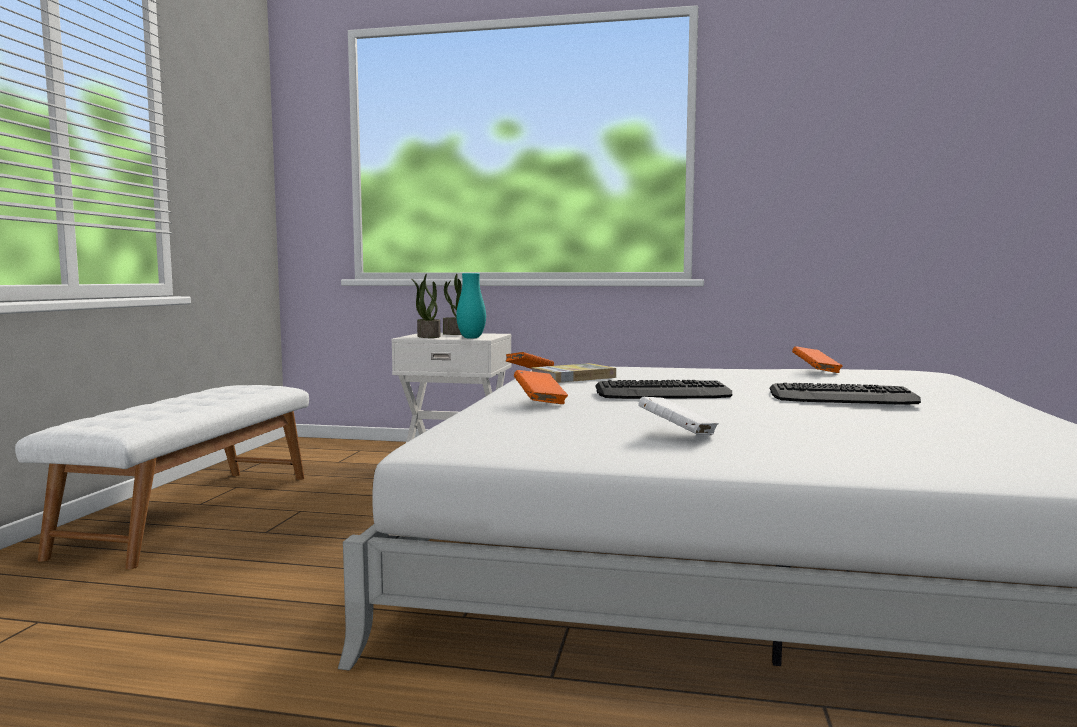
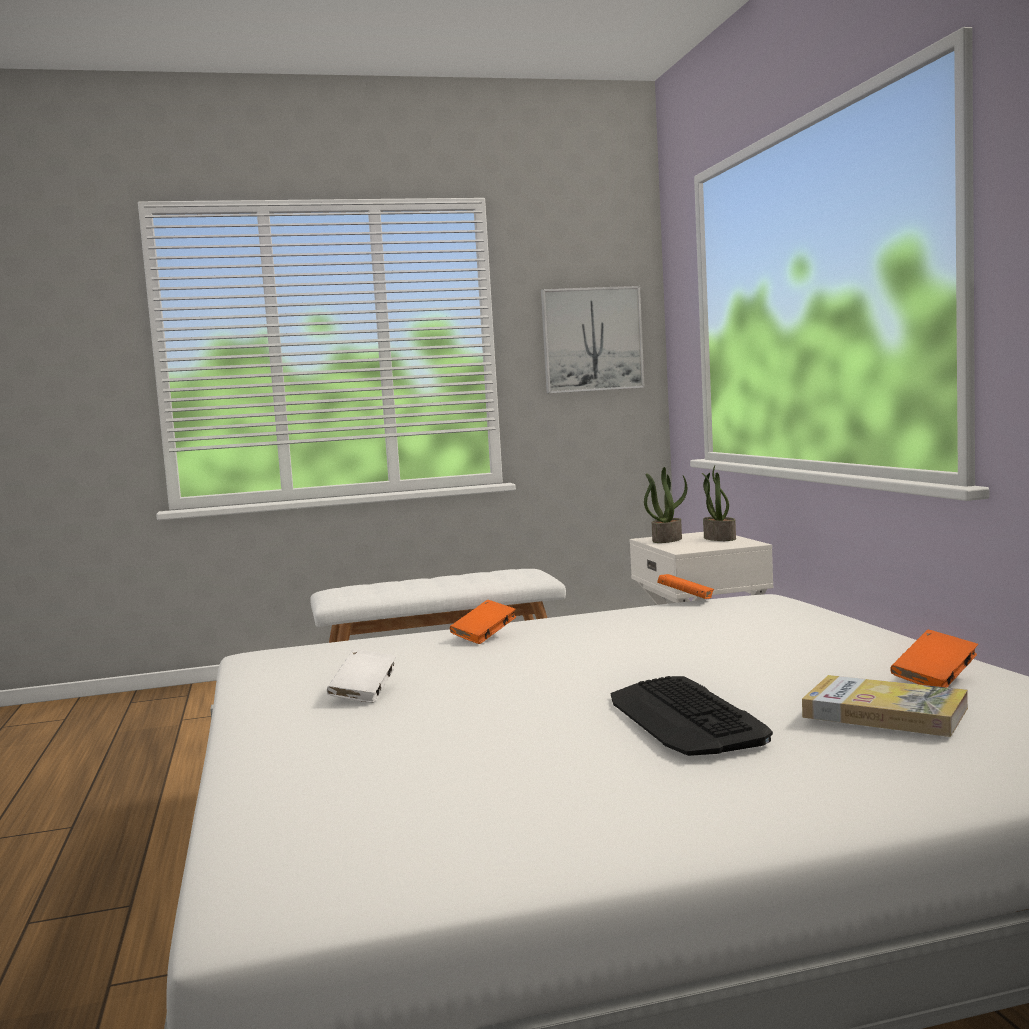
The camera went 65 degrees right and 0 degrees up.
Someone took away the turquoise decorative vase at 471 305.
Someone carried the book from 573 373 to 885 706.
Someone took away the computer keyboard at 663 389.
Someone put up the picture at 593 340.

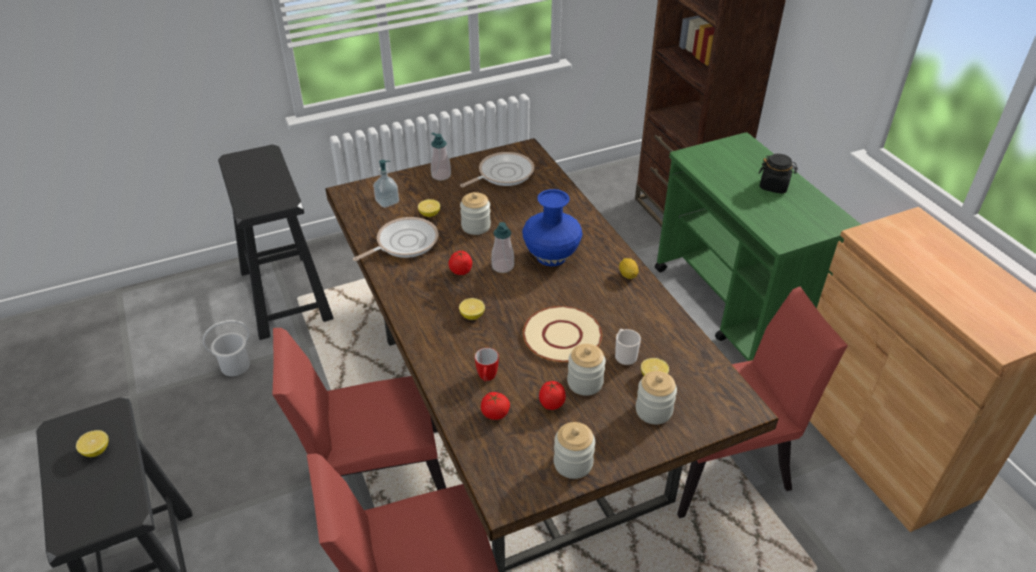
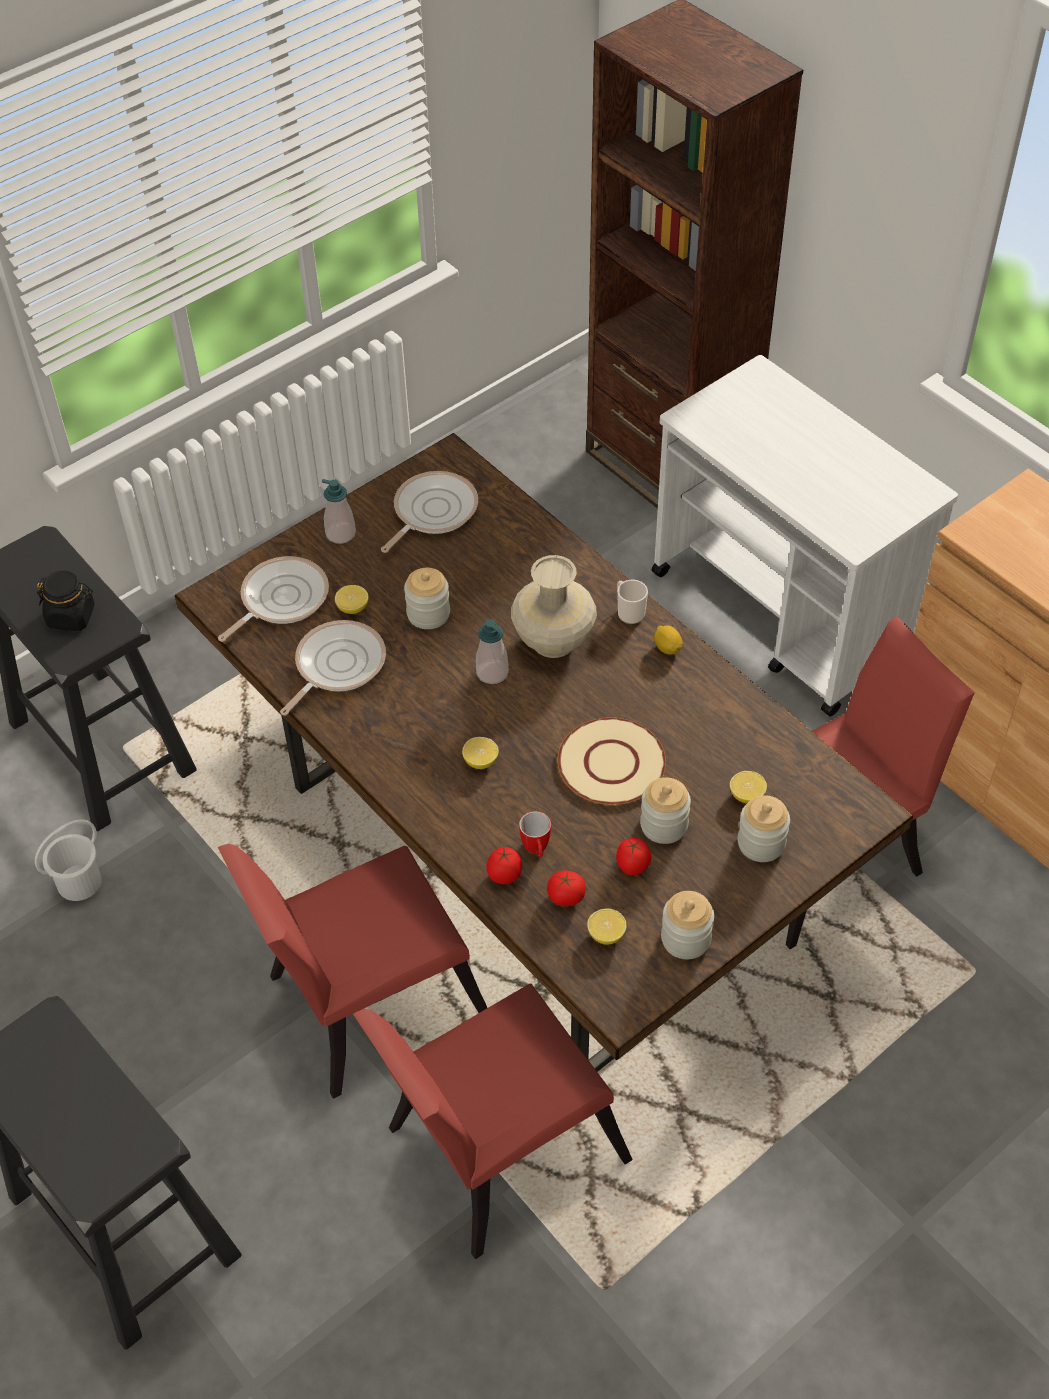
The camera went 15 degrees left and 10 degrees up.
Someone repainted the green cart at 758 246, which became the whitish cart at 804 535.
Someone carried the black jar from 778 174 to 66 601.
Someone swapped the soap bottle at 386 184 for the frying pan at 273 599.
Someone repainted the blue decorative vase at 552 227, which became the beige decorative vase at 554 606.
Someone carried the whole tomato from 460 263 to 504 865.
Someone carried the tea mug from 628 347 to 632 602.
Someone carried the whole lemon from 92 443 to 606 926.

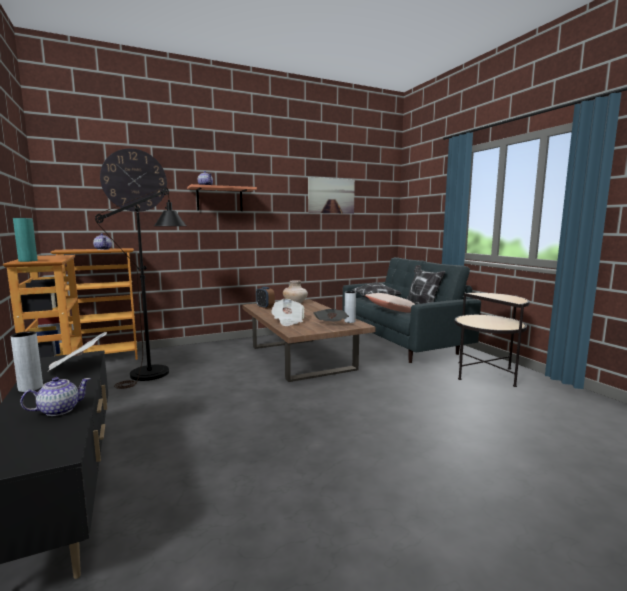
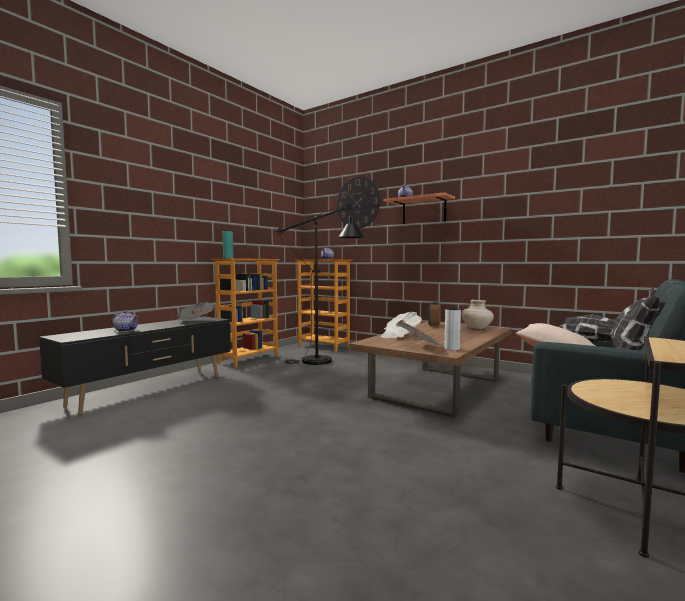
The camera went 60 degrees right and 5 degrees down.
Someone took away the picture at 331 195.
Someone took away the greyish decorative vase at 27 361.

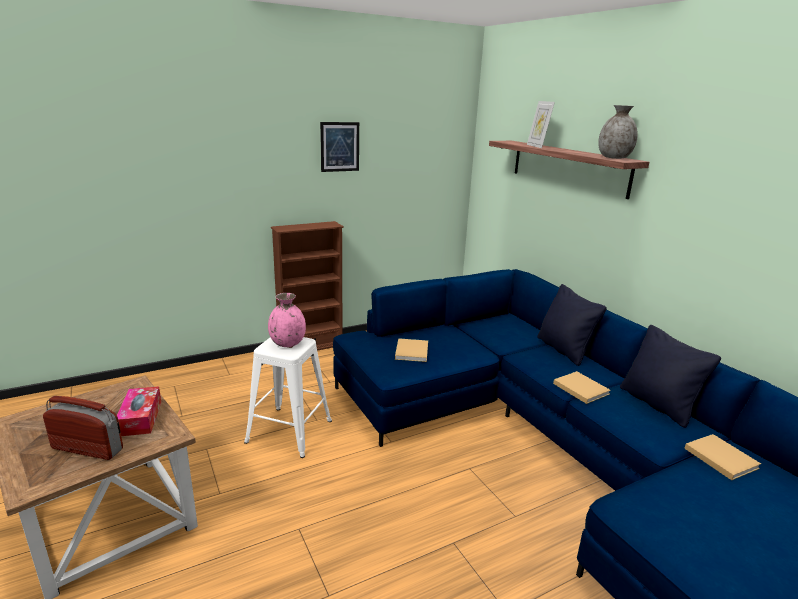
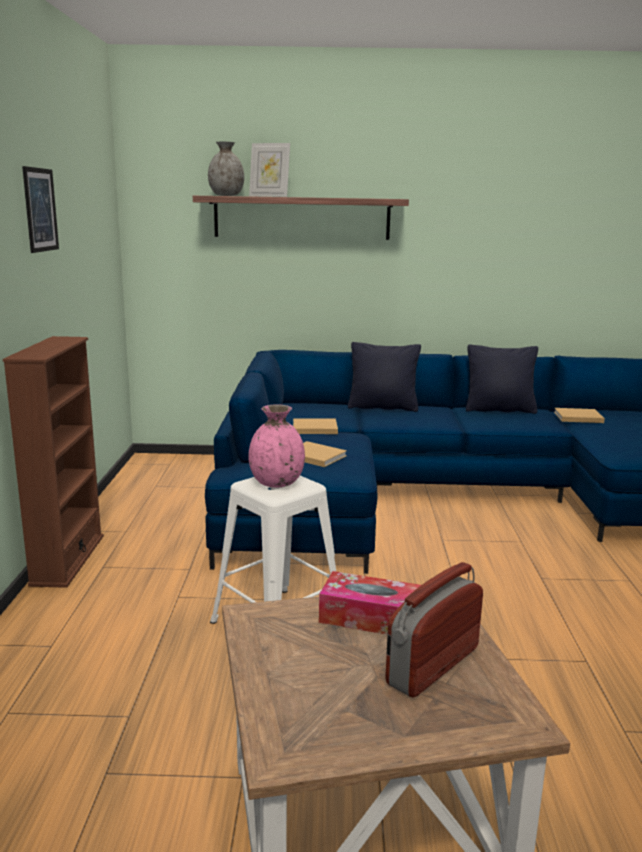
The camera went 60 degrees left and 5 degrees down.
Someone carried the greyish decorative vase from 618 132 to 226 169.
Someone carried the beige book from 582 387 to 315 426.

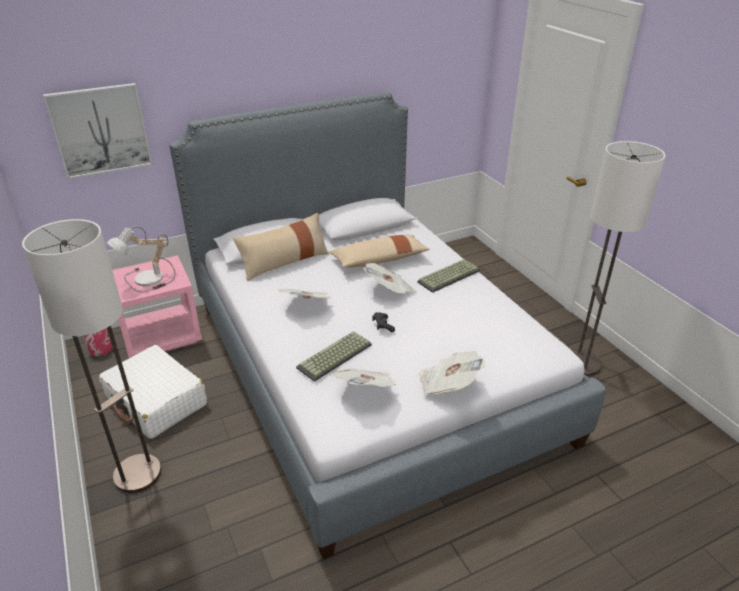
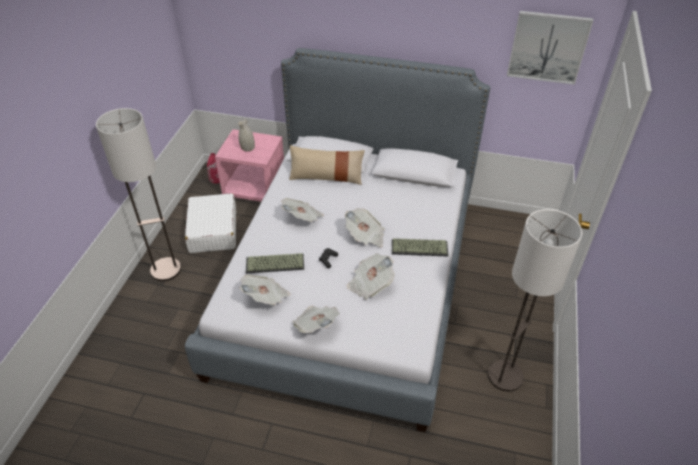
The camera went 40 degrees right and 10 degrees up.
Someone carried the picture from 98 131 to 550 48.
Someone swapped the lamp for a table at 141 259 for the whitish decorative vase at 246 135.
Someone took away the beige cushion at 379 251.
Someone put down the newspaper at 371 276.

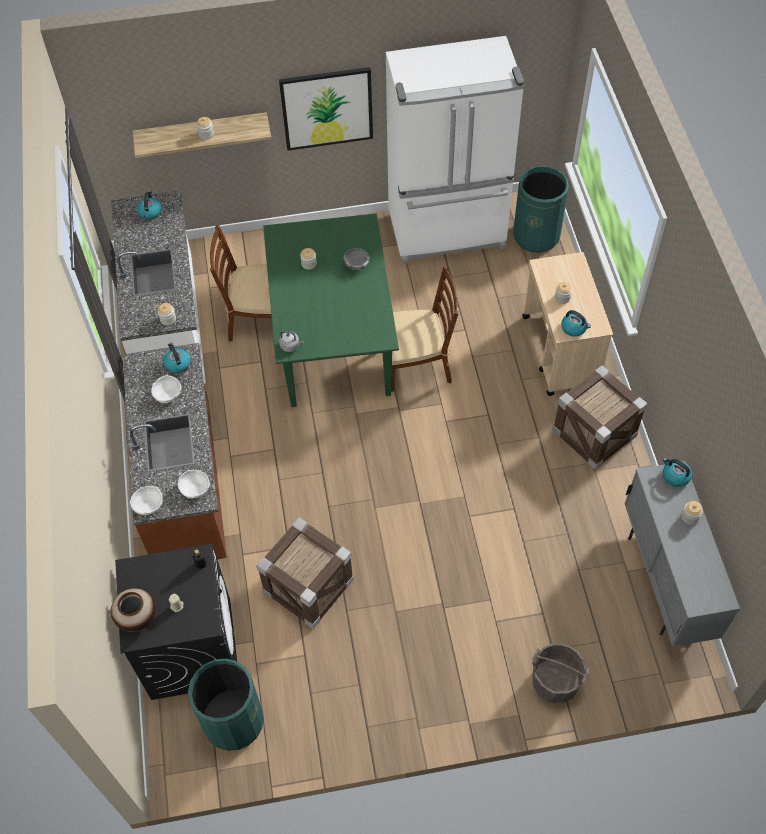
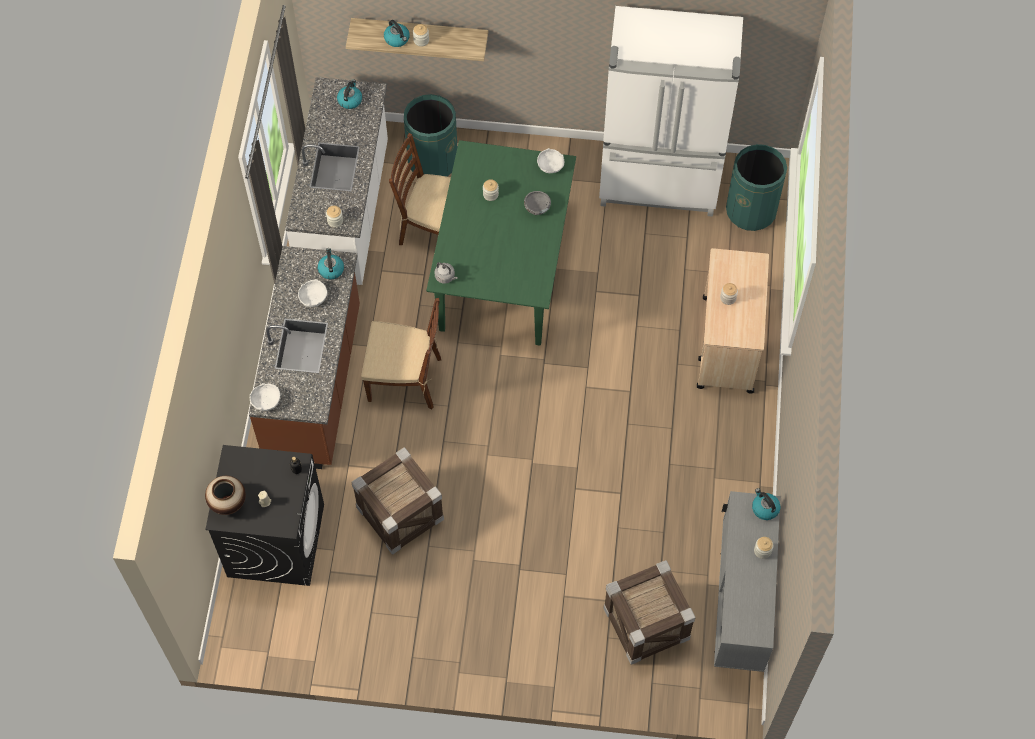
The camera went 15 degrees right and 5 degrees up.
Someone took away the picture at 326 109.
Someone carried the brown-coloured chair from 425 329 to 401 353.
Someone carried the water kettle from 576 323 to 397 33.
Someone carried the packing crate from 599 417 to 649 612.
Someone carried the whitish serving bowl from 194 484 to 550 160.
Someone took away the greyish pail at 560 673.
Someone carried the green trash can from 226 705 to 430 135.

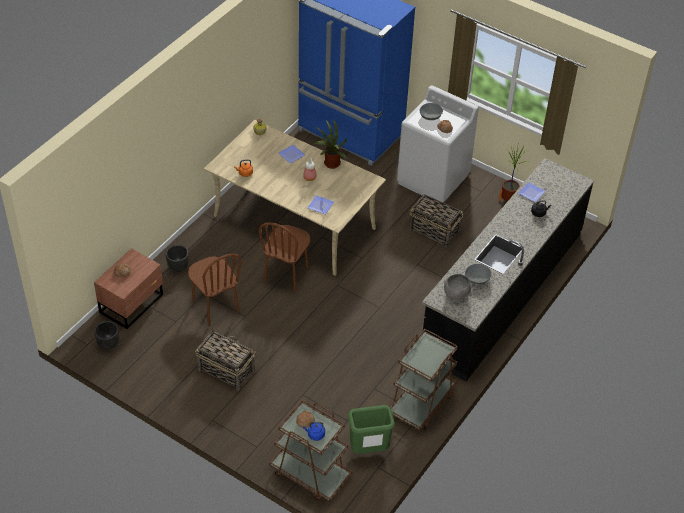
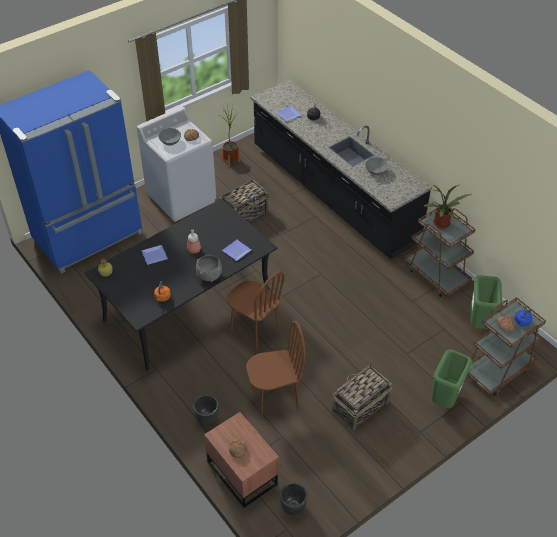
The camera went 70 degrees left and 0 degrees up.
Someone carried the plant in a pot from 331 144 to 448 207.
Someone repainted the beige dining table at 295 198, which became the black dining table at 181 285.
Someone carried the greyish serving bowl from 458 286 to 209 268.
Someone put down the green trash can at 451 378.

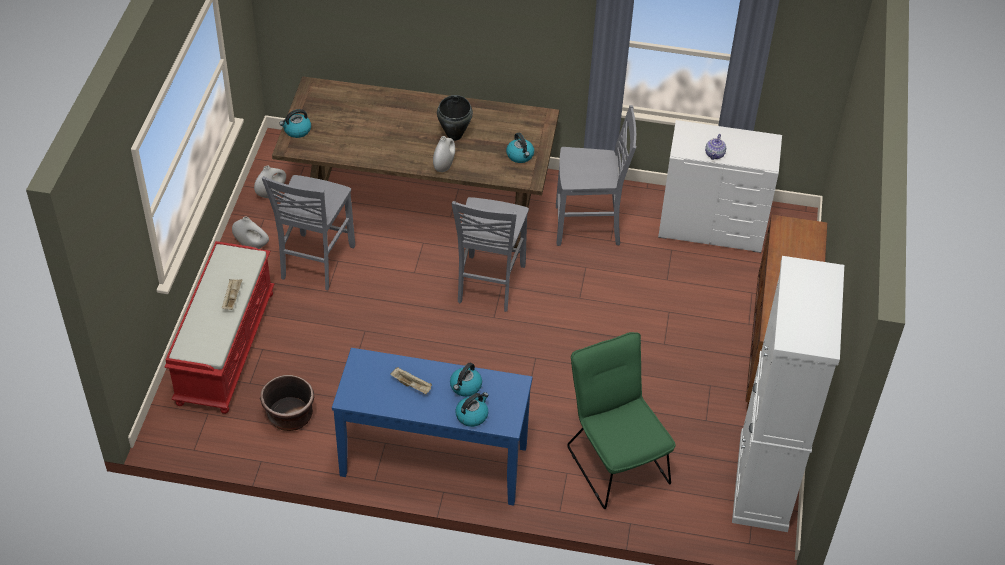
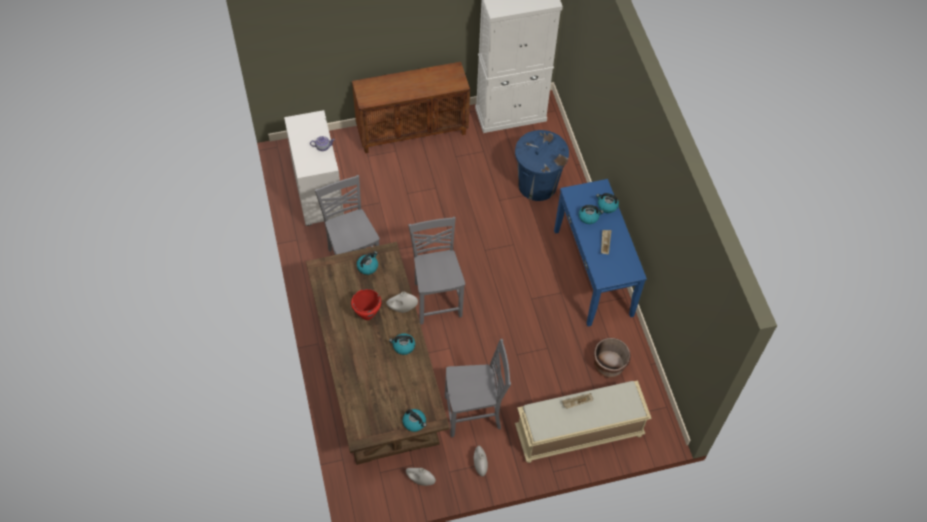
The camera went 115 degrees left and 10 degrees up.
Someone repainted the black saucepot at 455 118, which became the reddish saucepot at 366 304.
Someone rotated the greyish chair at 490 254 by 90 degrees counterclockwise.
Someone repainted the reddish indoor bench at 219 327, which became the beige indoor bench at 583 421.
Someone swapped the green chair at 621 420 for the blue trash can at 542 165.
Someone put down the water kettle at 402 344.

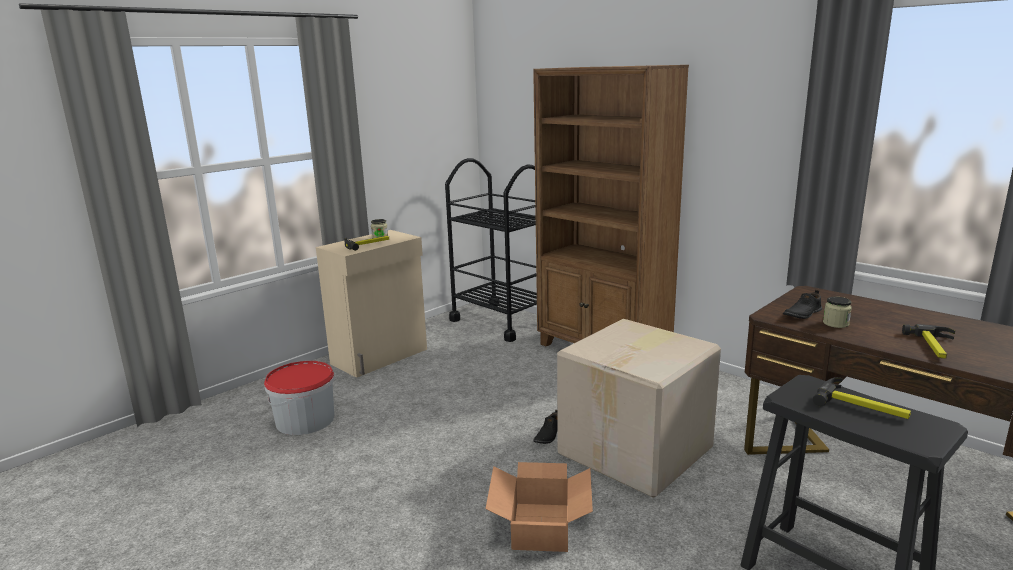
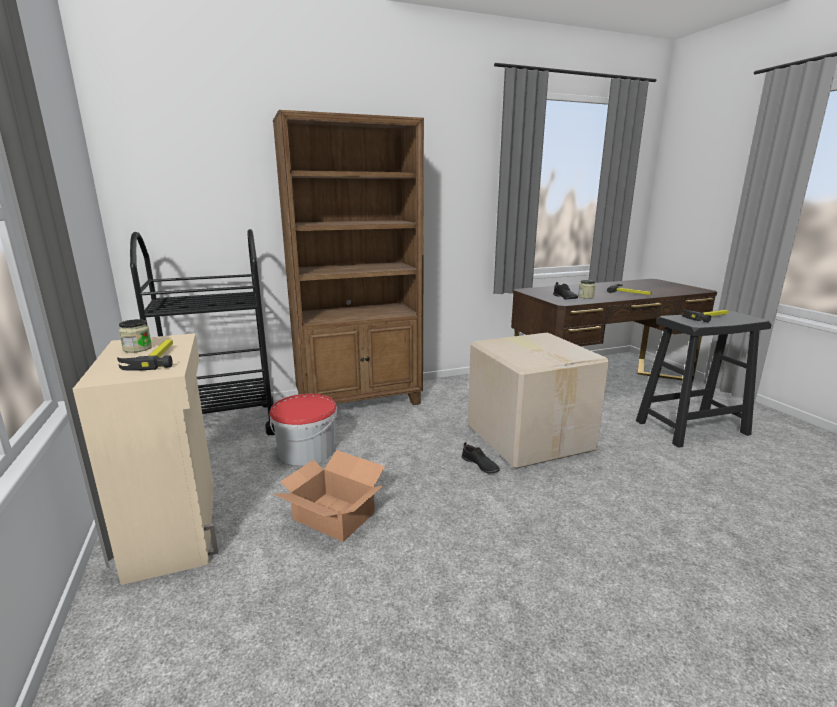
The camera went 65 degrees left and 0 degrees up.
Someone carried the pail from 299 398 to 303 430.
Someone carried the packing box from 539 507 to 329 496.

